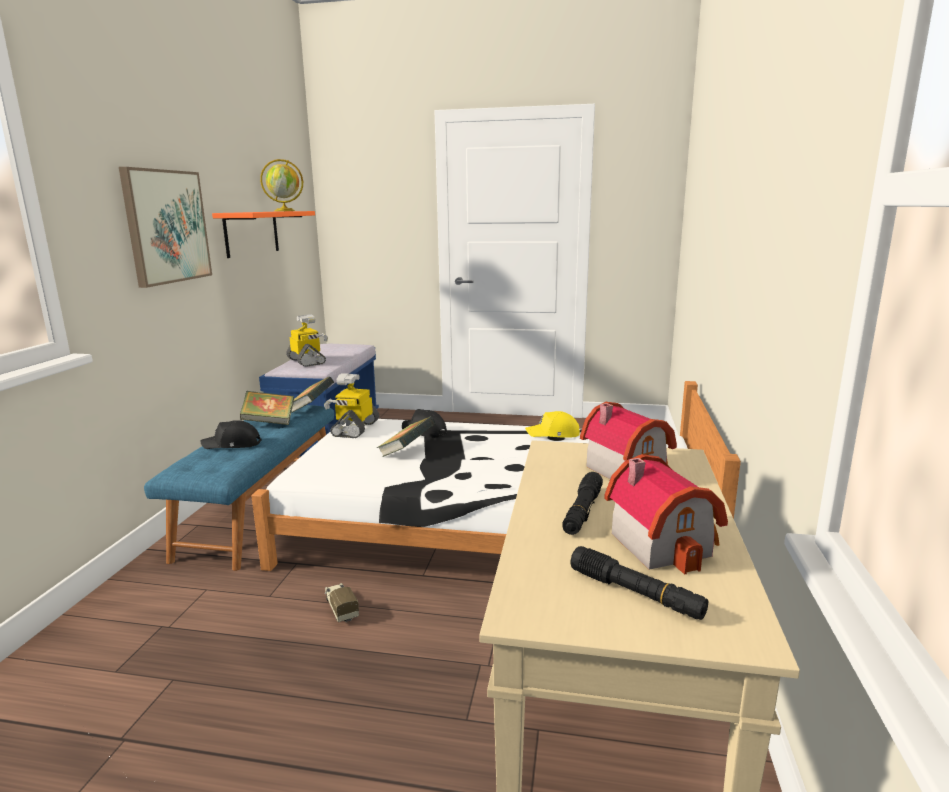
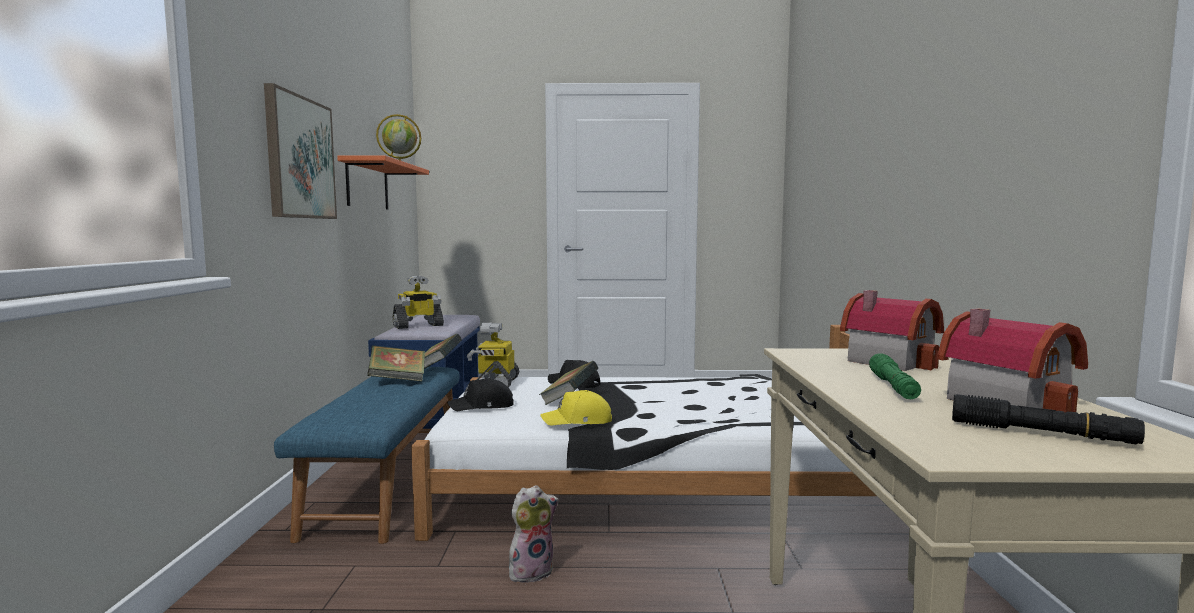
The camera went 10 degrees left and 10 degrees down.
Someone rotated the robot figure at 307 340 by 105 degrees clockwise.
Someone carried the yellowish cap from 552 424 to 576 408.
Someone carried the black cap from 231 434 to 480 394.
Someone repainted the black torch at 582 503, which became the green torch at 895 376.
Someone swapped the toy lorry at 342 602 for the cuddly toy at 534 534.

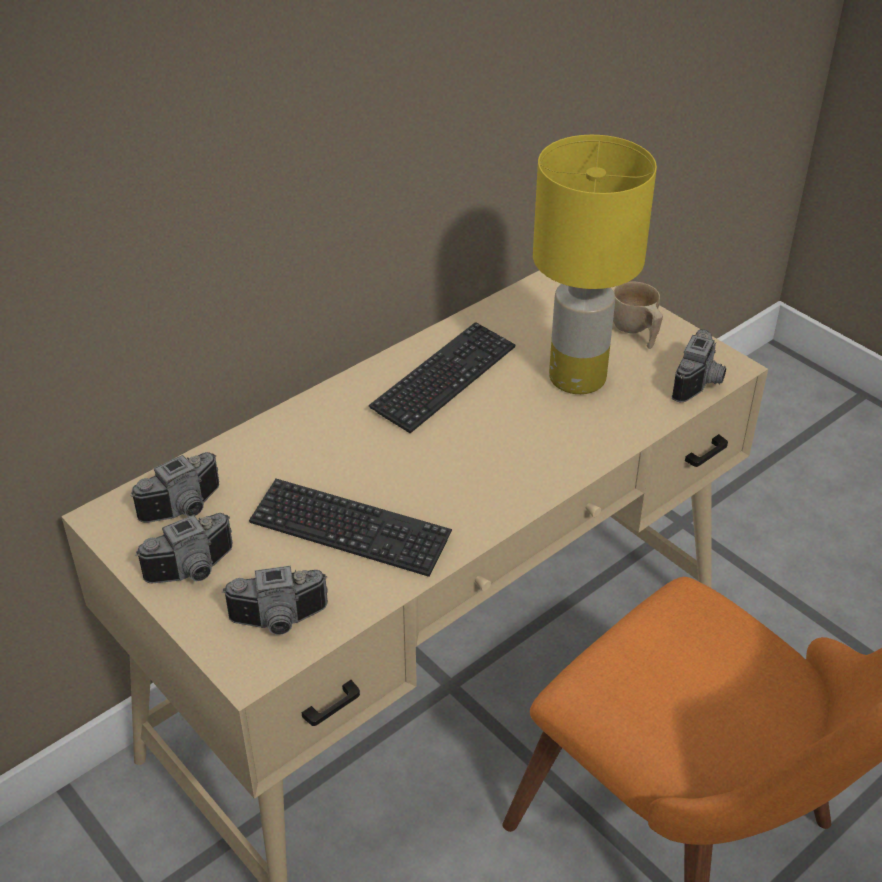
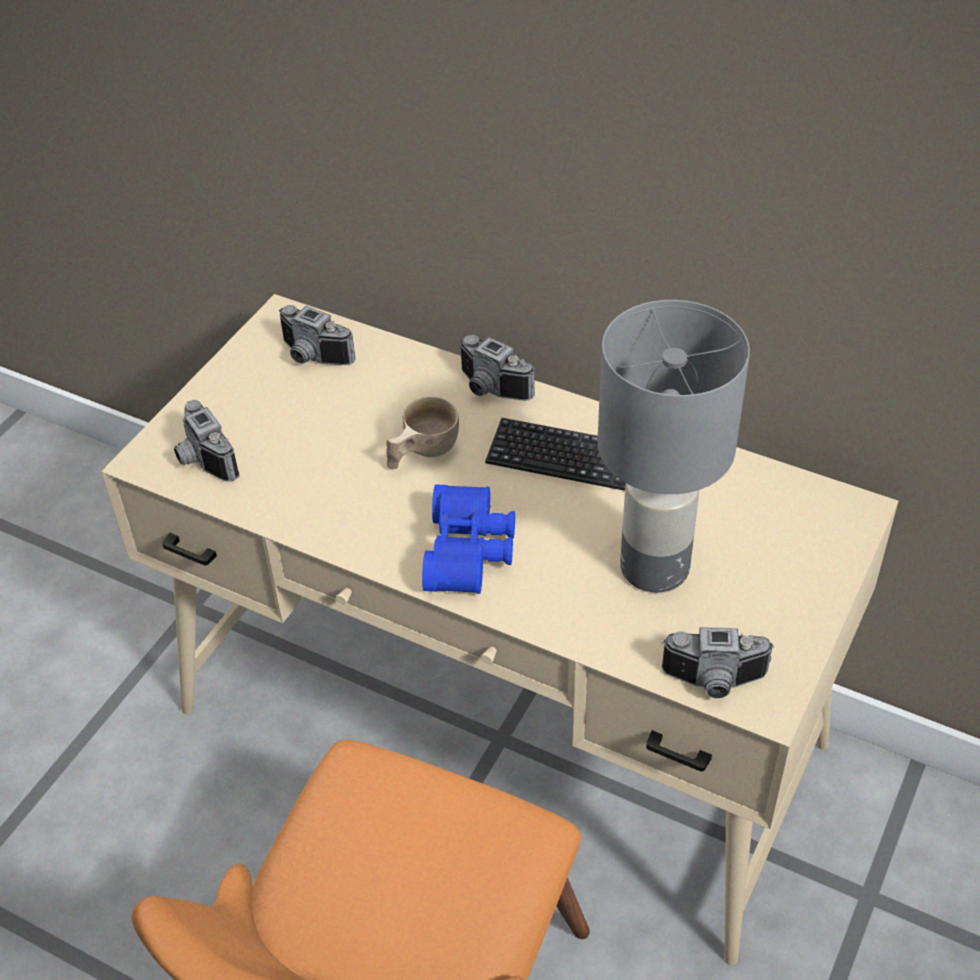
The camera went 70 degrees right and 5 degrees up.
Someone repainted the yellowish lamp for a table at 595 264, which became the greyish lamp for a table at 674 446.
Someone carried the beige drinking cup from 638 315 to 422 432.
Someone took away the computer keyboard at 350 528.
Someone carried the photo camera from 184 548 to 497 368.
Someone put down the blue binoculars at 468 539.

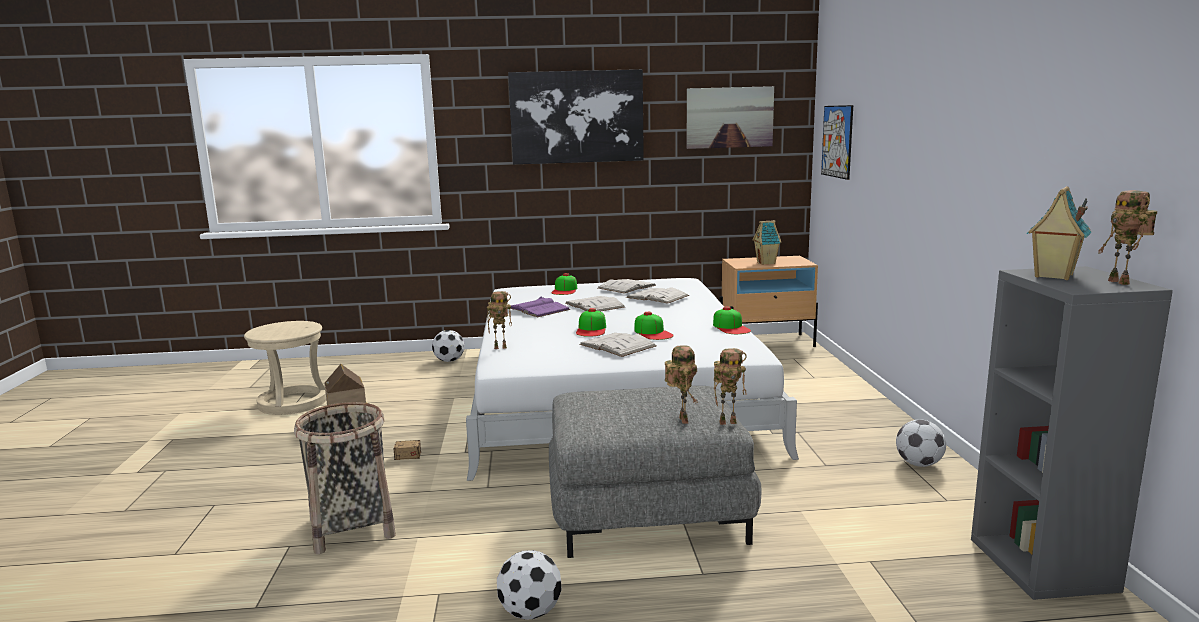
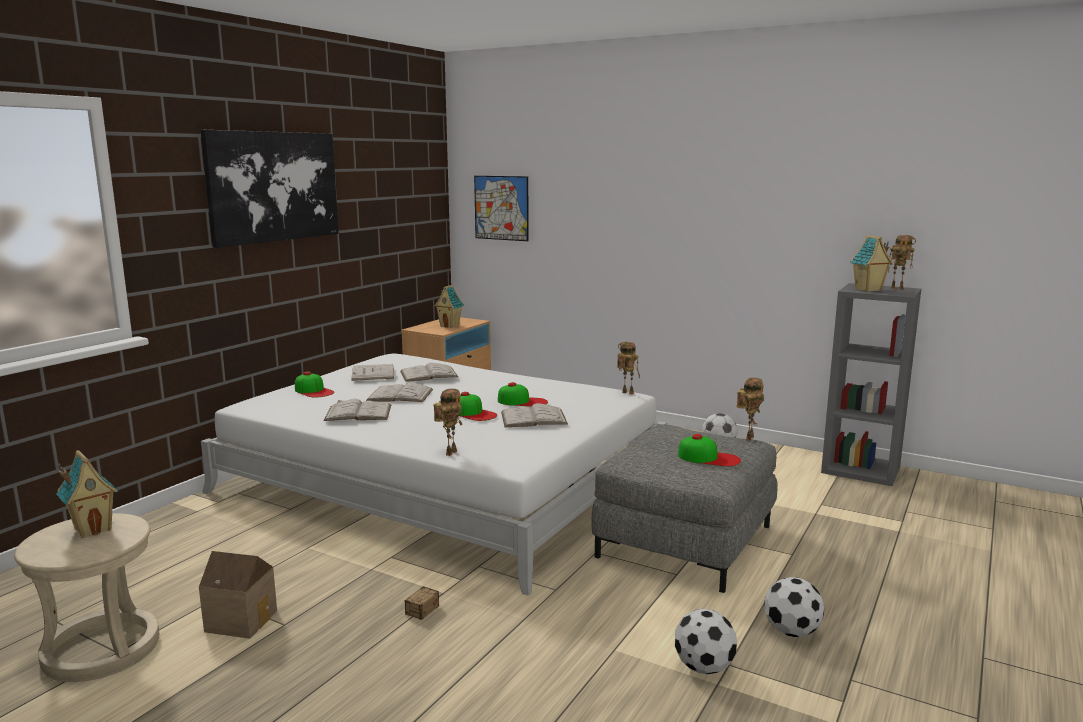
The camera went 55 degrees left and 0 degrees up.
Someone took away the picture at 730 117.
Someone repainted the purple book at 540 307, which became the whitish book at 357 410.
Someone carried the cap from 732 320 to 709 450.
Someone carried the football from 448 346 to 706 641.
Someone carried the robot figure from 681 384 to 628 368.
Someone took away the basket at 345 478.
Someone put down the model house at 87 494.

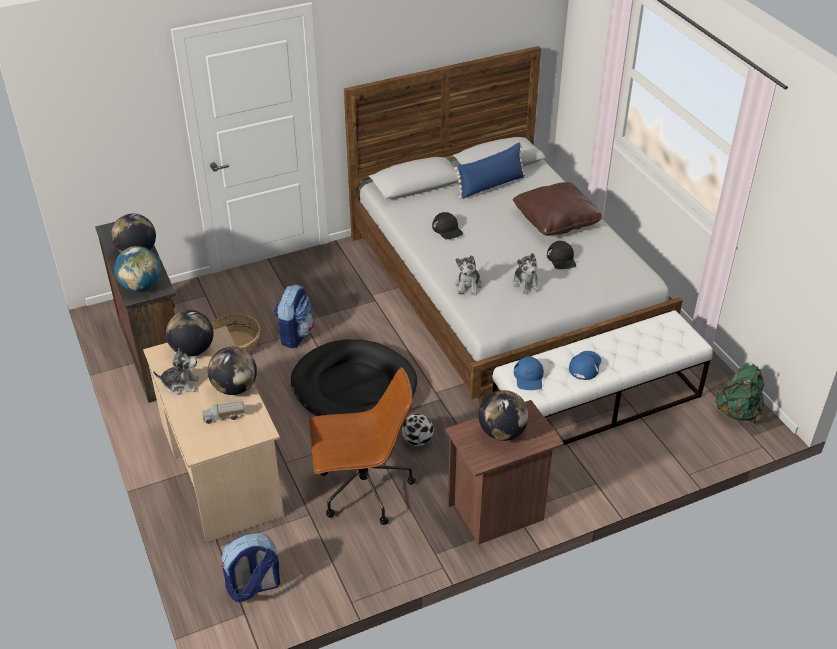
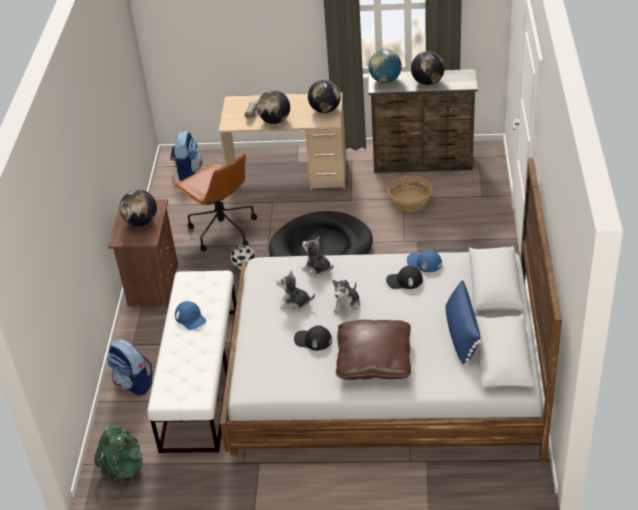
The camera went 120 degrees right and 0 degrees up.
Someone carried the knapsack from 294 316 to 129 367.
Someone carried the cuddly toy from 176 371 to 346 298.
Someone carried the blue cap from 529 373 to 424 261.
Someone rotated the brown-coloured office chair at 362 446 by 60 degrees counterclockwise.

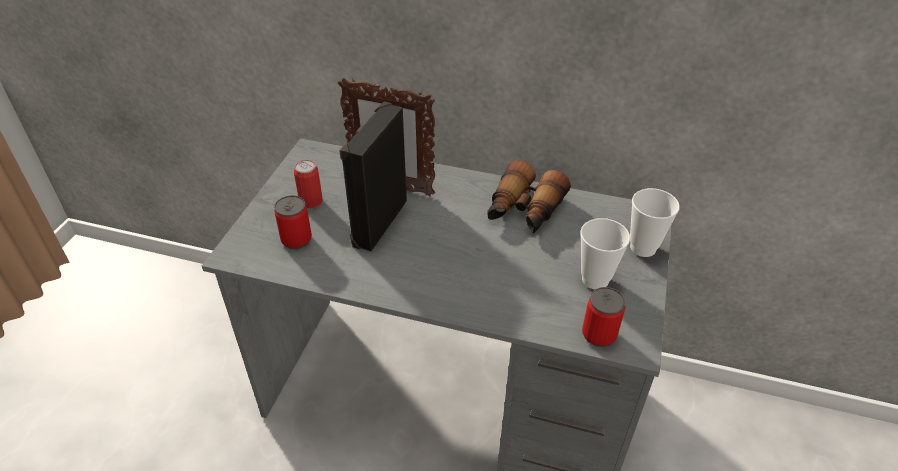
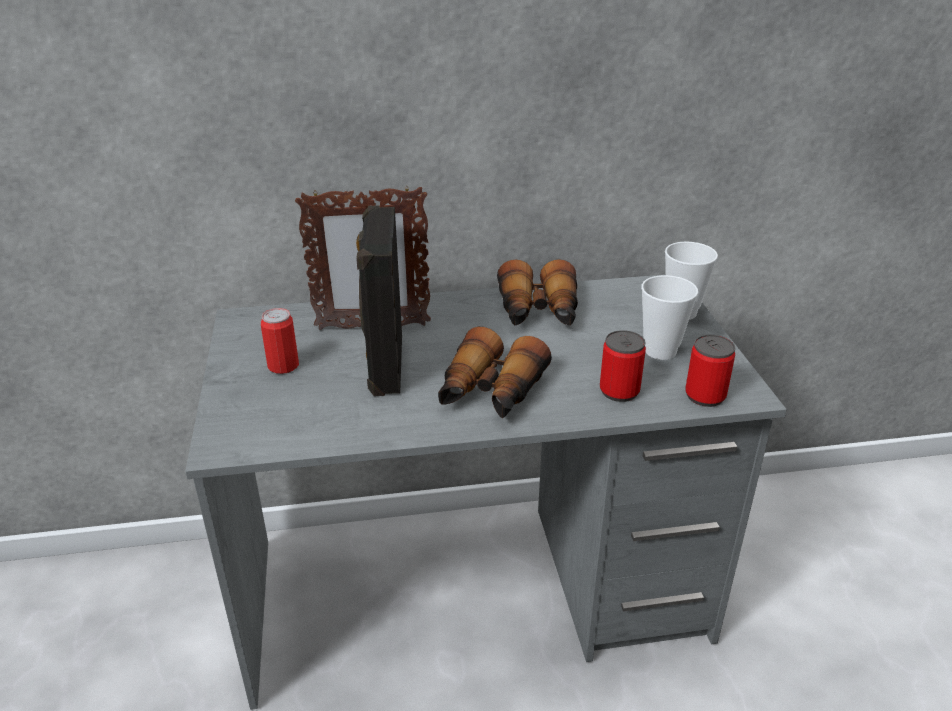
The camera went 25 degrees left and 10 degrees down.
Someone carried the sealed can from 293 222 to 623 366.
Someone put down the binoculars at 495 372.

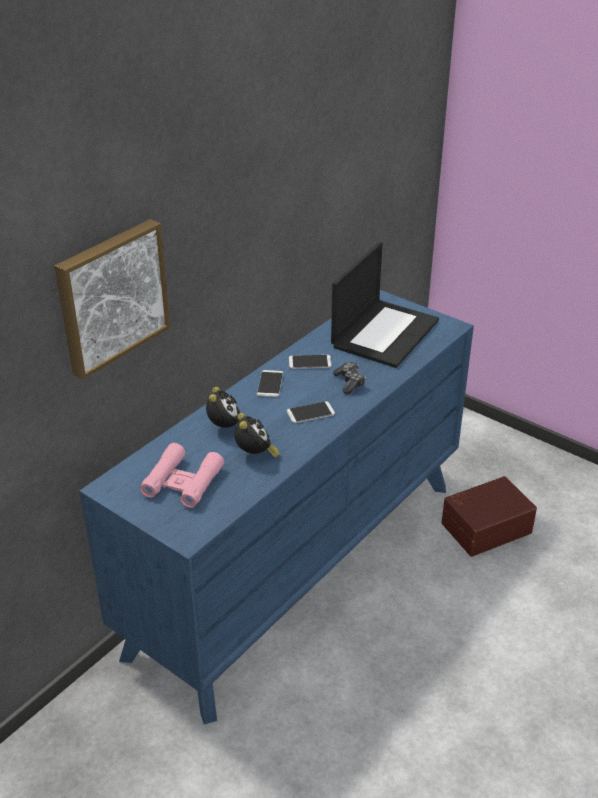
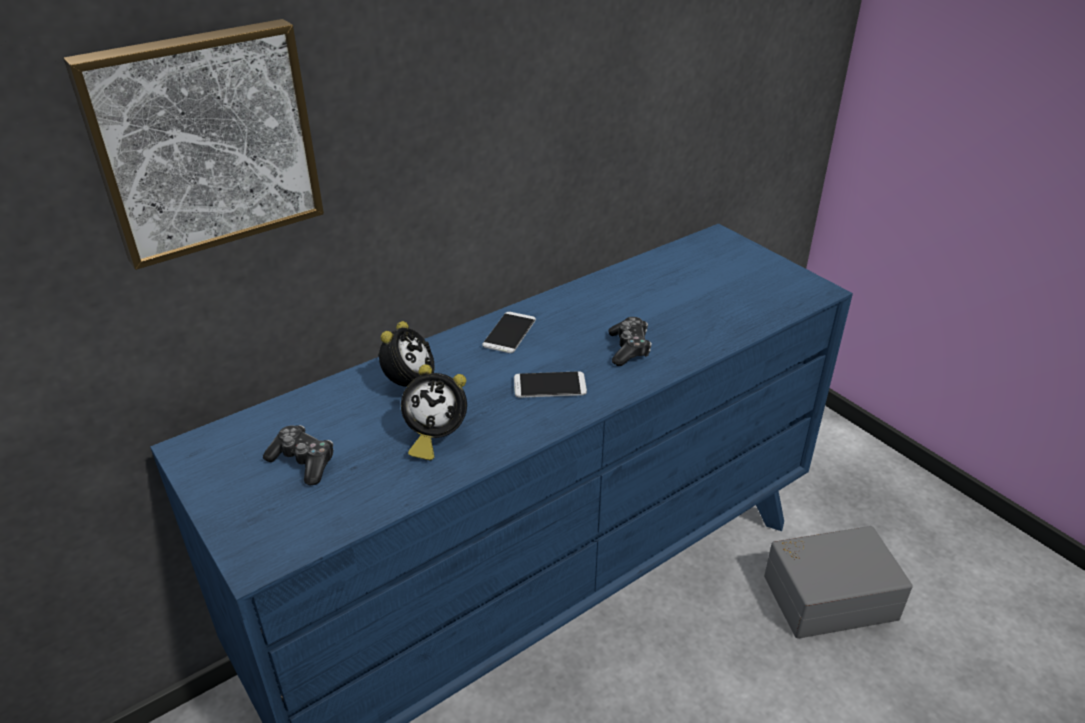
The camera went 15 degrees right and 0 degrees up.
Someone took away the laptop at 385 305.
Someone took away the telephone at 310 362.
Someone rotated the table clock at 257 435 by 90 degrees clockwise.
Someone swapped the pinkish binoculars at 182 475 for the game controller at 298 455.
Someone repainted the brown-coloured storage container at 489 516, which became the greyish storage container at 838 582.

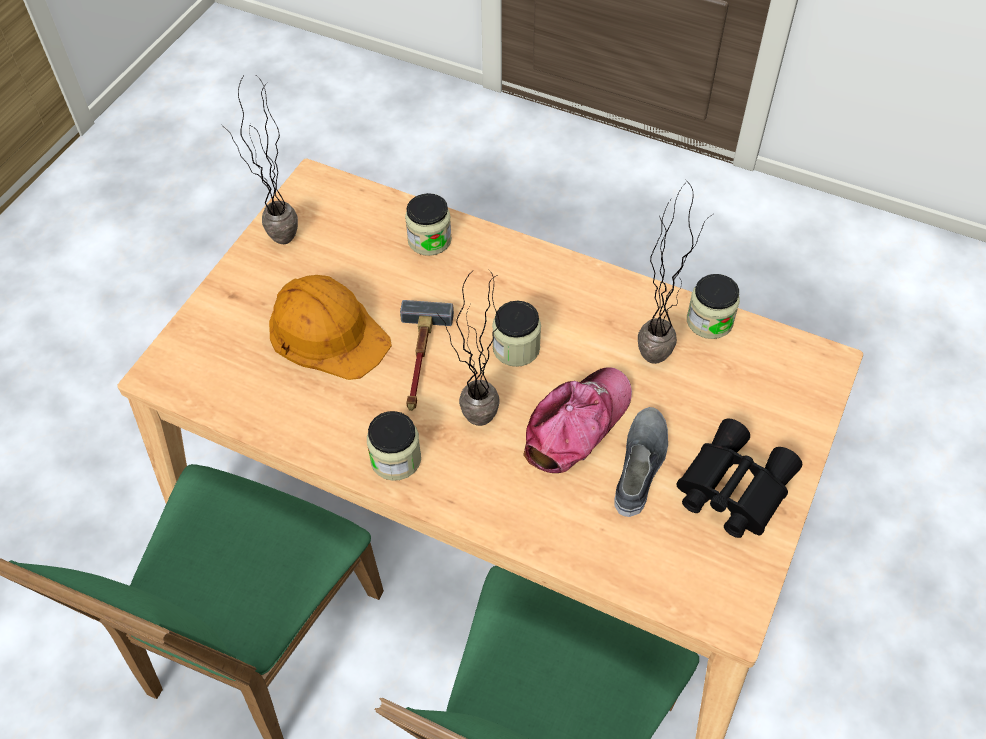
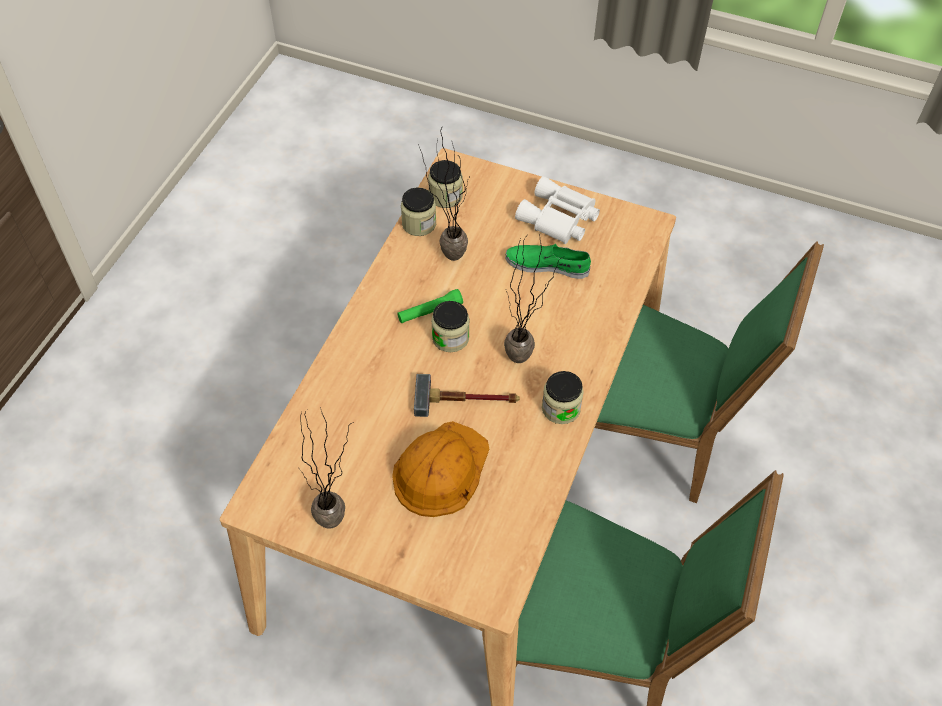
The camera went 95 degrees left and 0 degrees up.
Someone carried the jar from 428 224 to 445 184.
Someone took away the cap at 577 420.
Someone repainted the greyish shoe at 641 462, which became the green shoe at 548 261.
Someone repainted the black binoculars at 739 478, which became the whitish binoculars at 557 210.
Someone put down the green torch at 430 306.

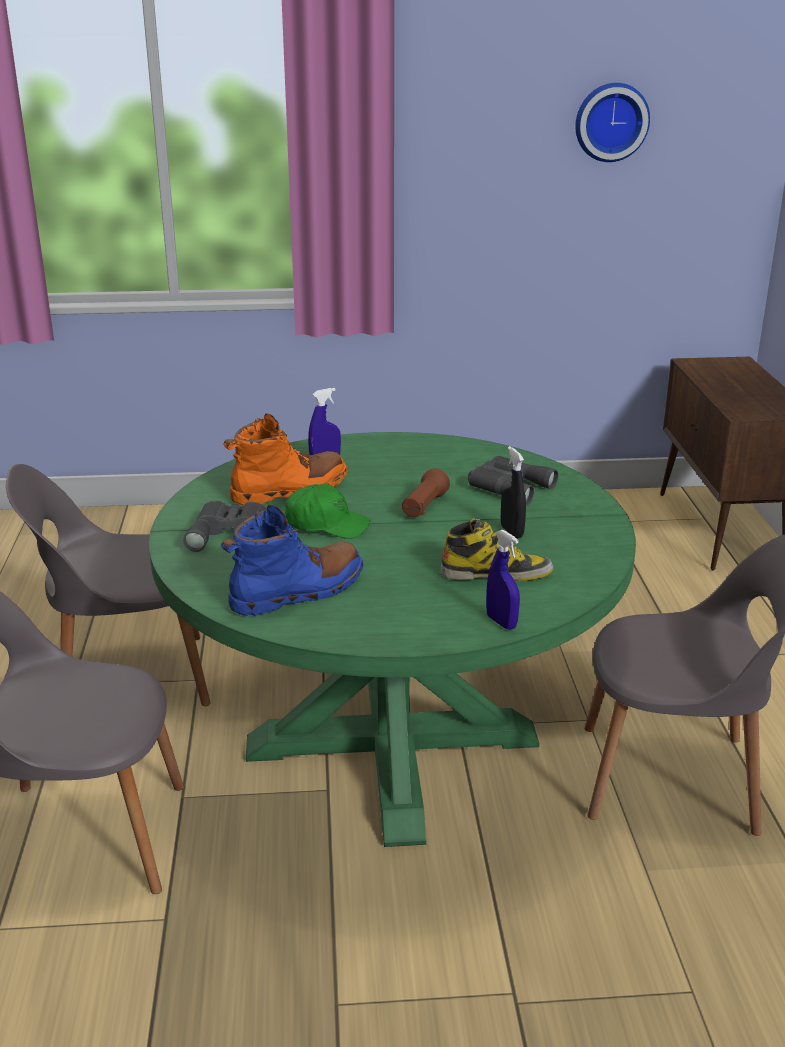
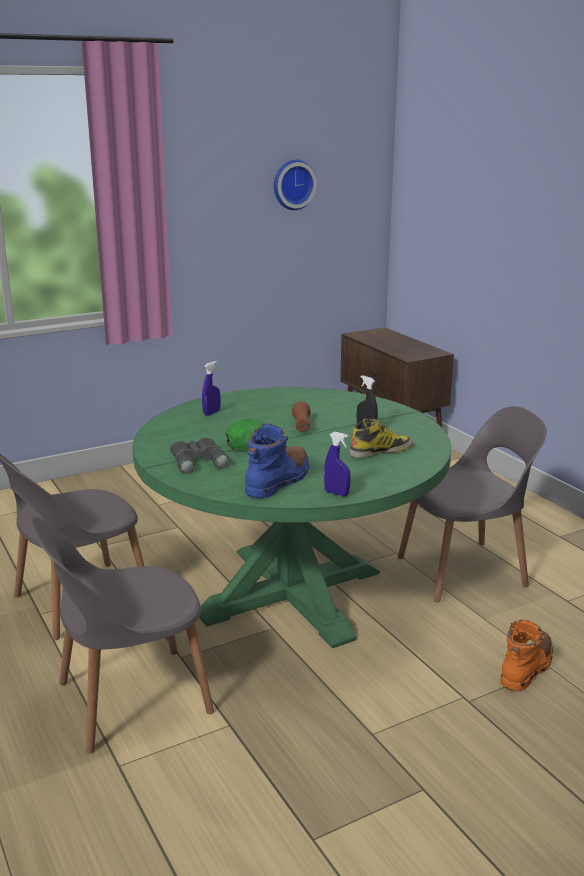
The camera went 25 degrees left and 5 degrees down.
Someone carried the orangey high-top boot from 285 459 to 526 655.
Someone took away the greyish binoculars at 513 480.
Someone carried the blue spray bottle from 503 580 to 337 464.

